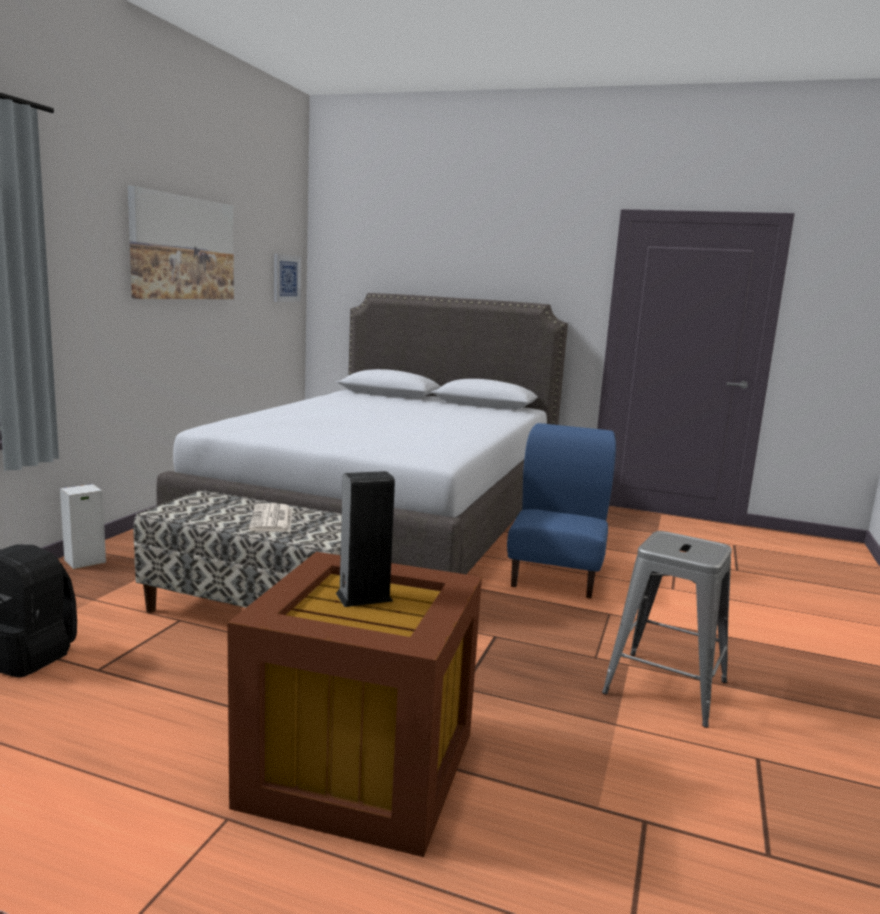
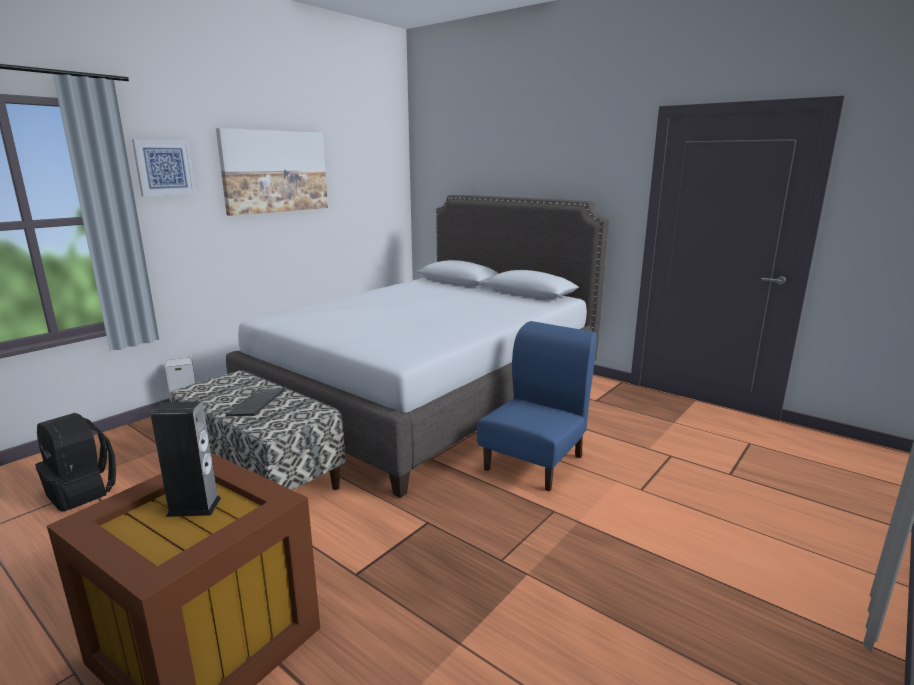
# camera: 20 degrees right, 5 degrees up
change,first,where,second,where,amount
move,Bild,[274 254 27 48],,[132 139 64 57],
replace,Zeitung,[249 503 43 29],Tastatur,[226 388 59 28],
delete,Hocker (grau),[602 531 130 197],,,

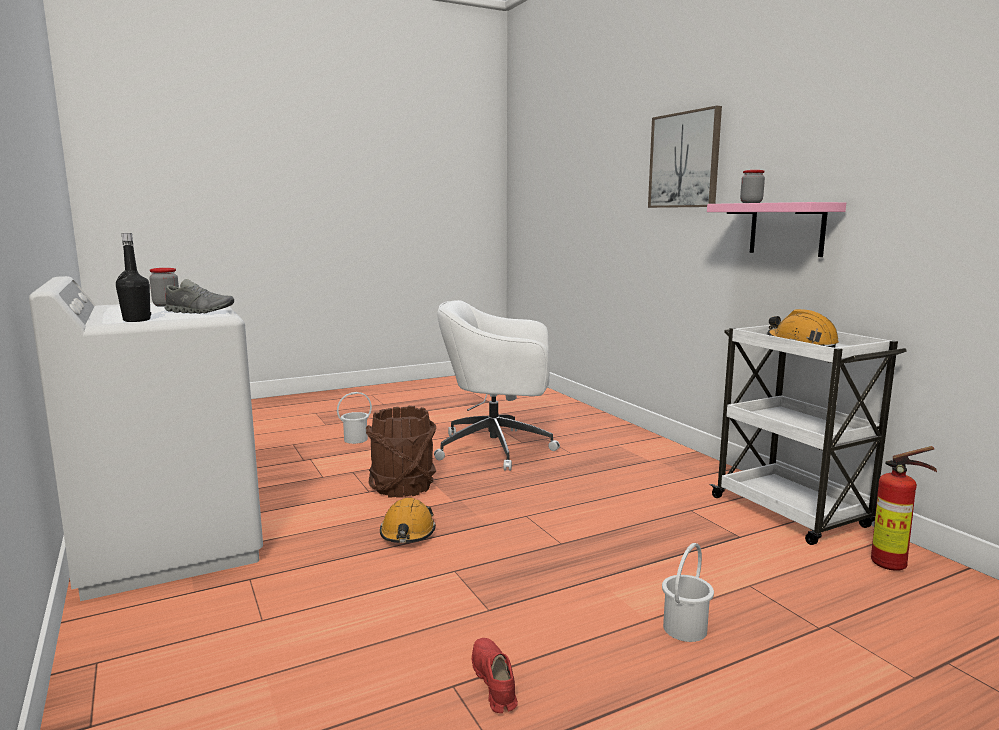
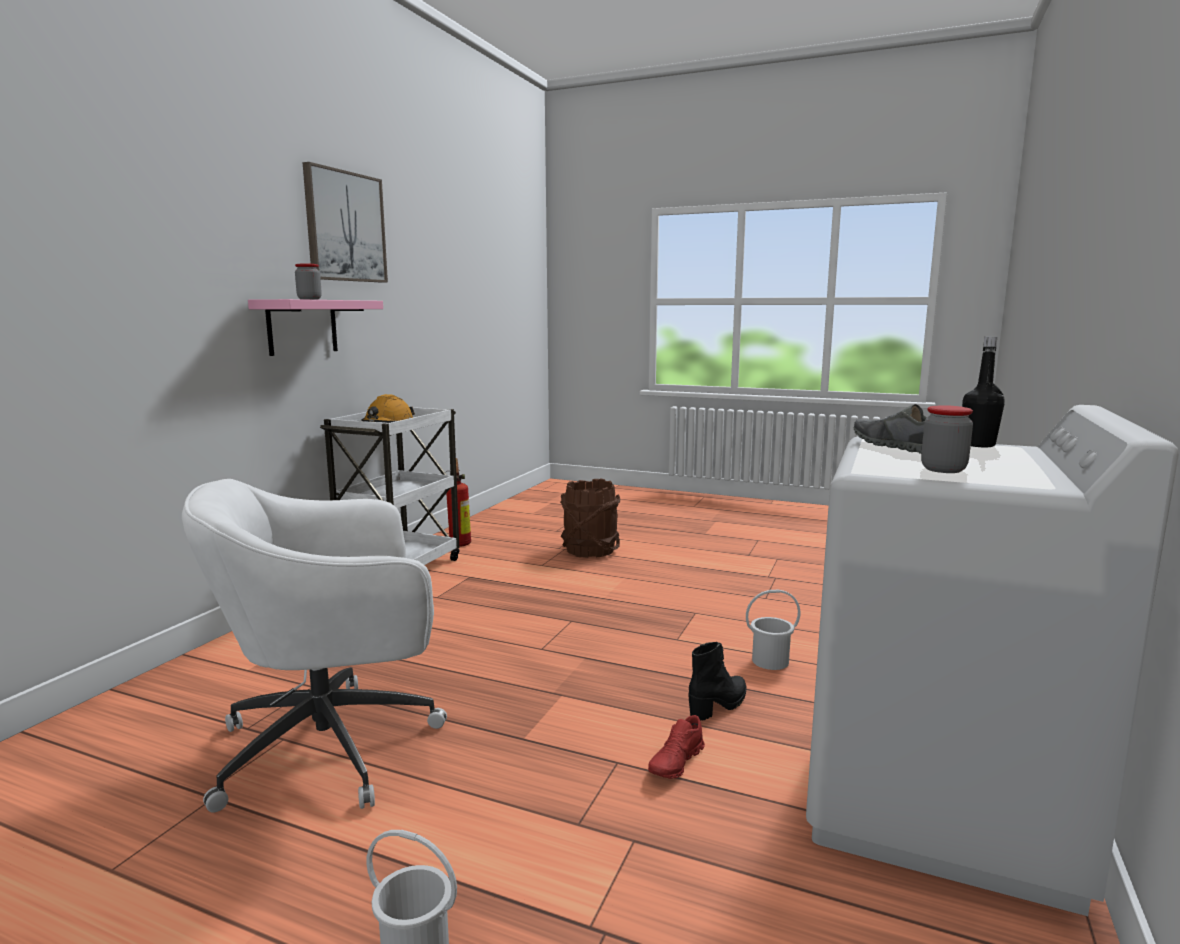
# camera: 130 degrees left, 0 degrees up
change,first,where,second,where,amount
rotate,Bürostuhl (weiß),[434 300 126 171],,[182 479 265 333],105 degrees clockwise
move,Bild,[648 106 74 102],,[303 162 85 121],
move,Eimer (braun),[366 406 70 92],,[560 479 60 79],
move,Schuh (rot),[471 638 47 75],,[648 715 57 64],
insert,,,Stiefel (schwarz),[689 642 57 79],
move,Eimer (weiß),[662 543 52 99],,[746 590 55 80],
delete,Schutzhelm (orange),[380 498 56 45],,,

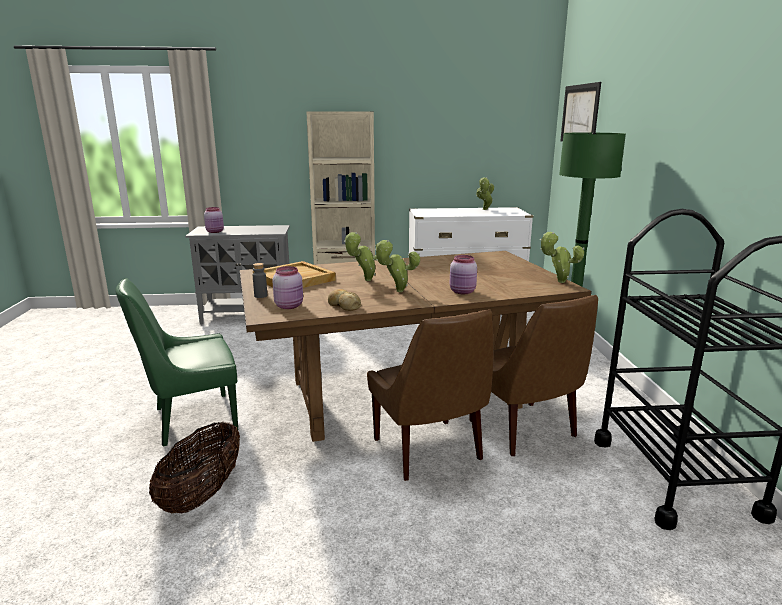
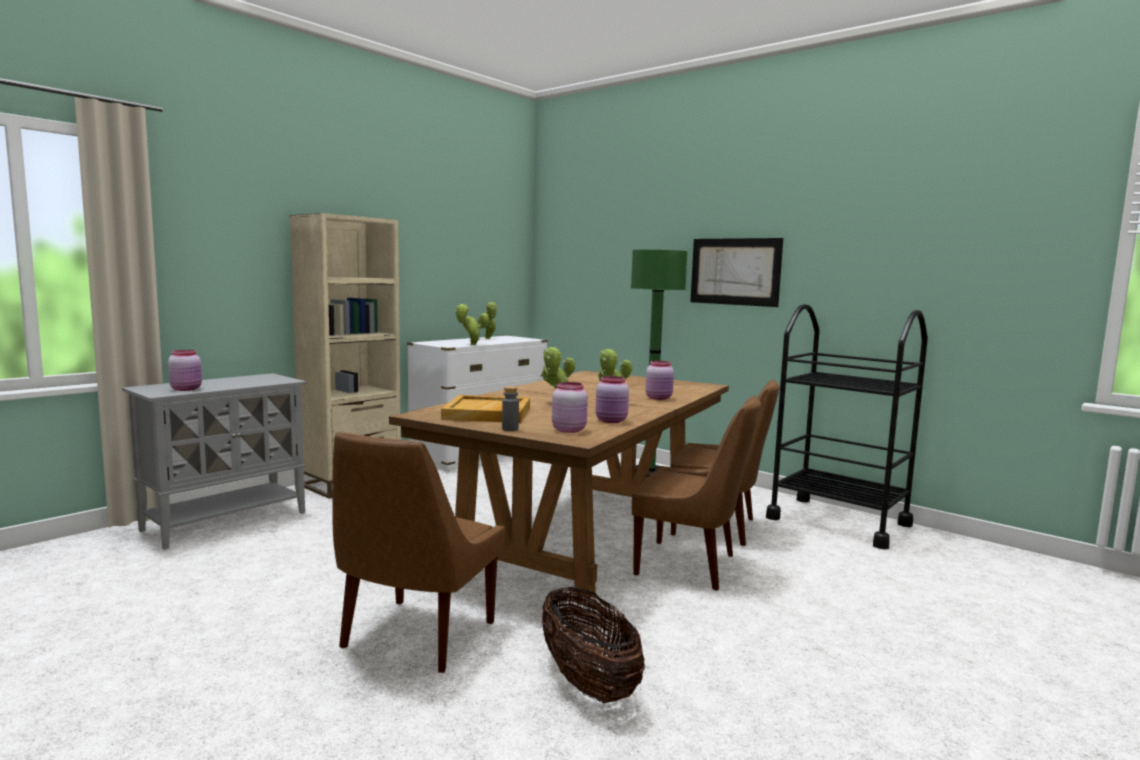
# camera: 45 degrees left, 10 degrees down
change,first,where,second,where,amount
recolor,Stuhl (grün),[115 278 123 169],Stuhl (braun),[333 432 172 241],
move,Topfpflanze,[540 232 44 51],,[455 304 34 41],
replace,Brot,[328 289 33 22],Vorratsglas (rosa),[595 376 34 47],
move,Bild,[560 82 41 60],,[690 238 93 69],

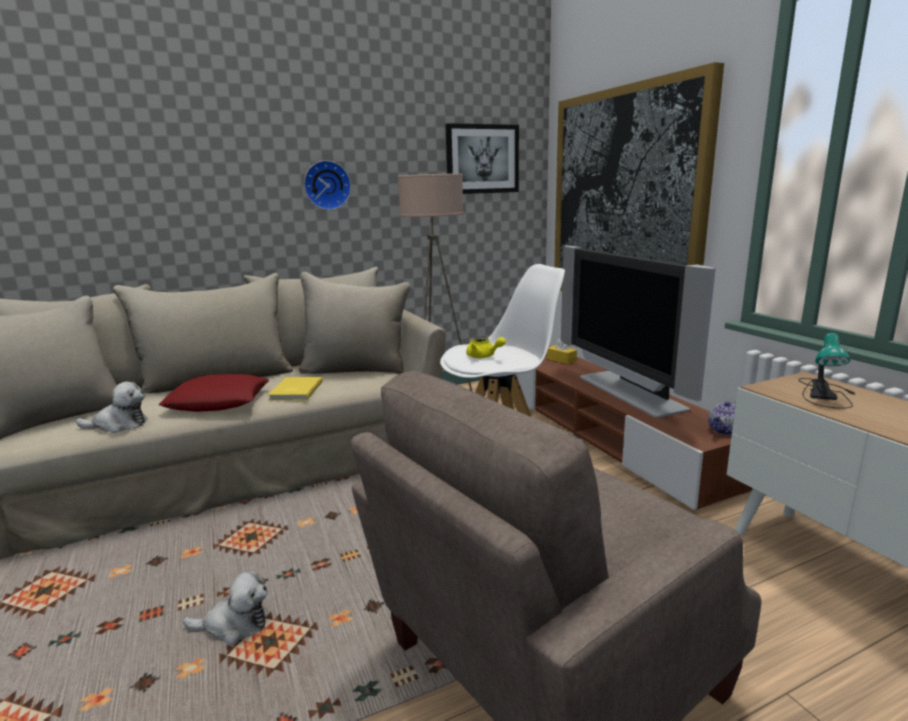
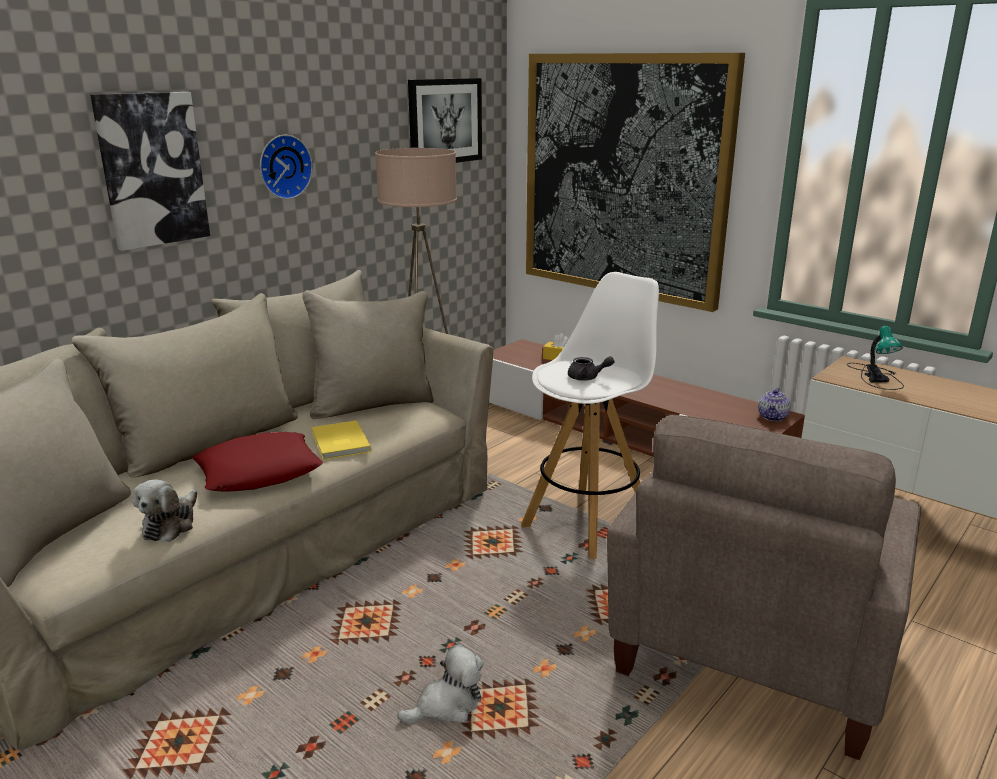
# camera: 25 degrees left, 5 degrees up
change,first,where,second,where,amount
insert,,,Bild,[90 92 120 159],
rotate,Plüschtier,[76 381 72 52],,[132 479 65 63],135 degrees clockwise
recolor,Teekanne (gelb),[466 337 40 21],Teekanne (grau),[568 356 46 25],
delete,Fernseher,[561 246 155 172],,,

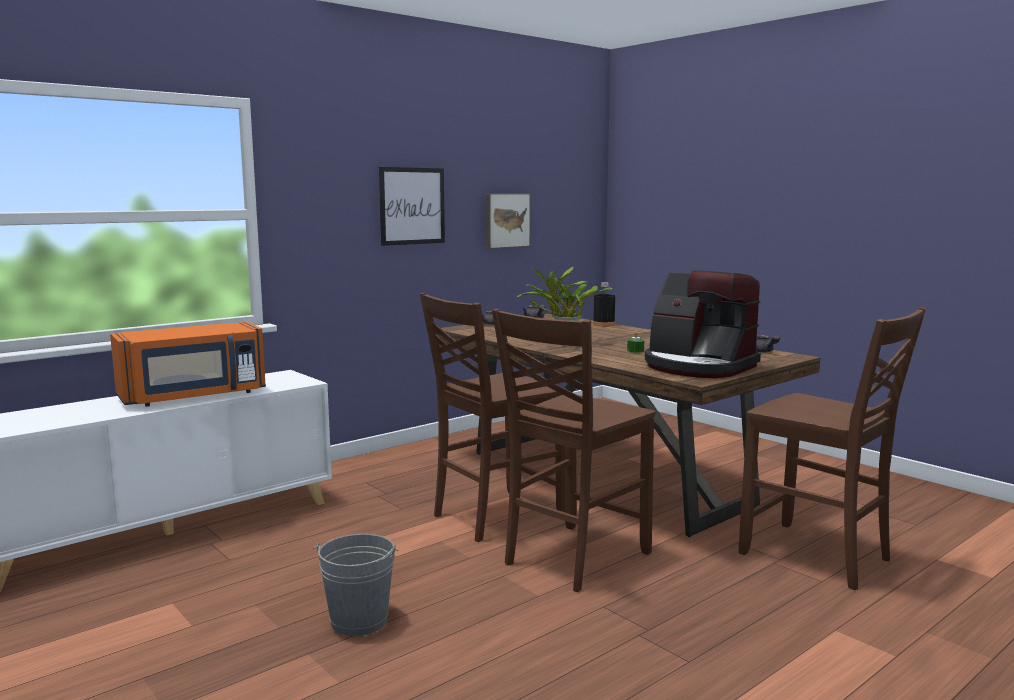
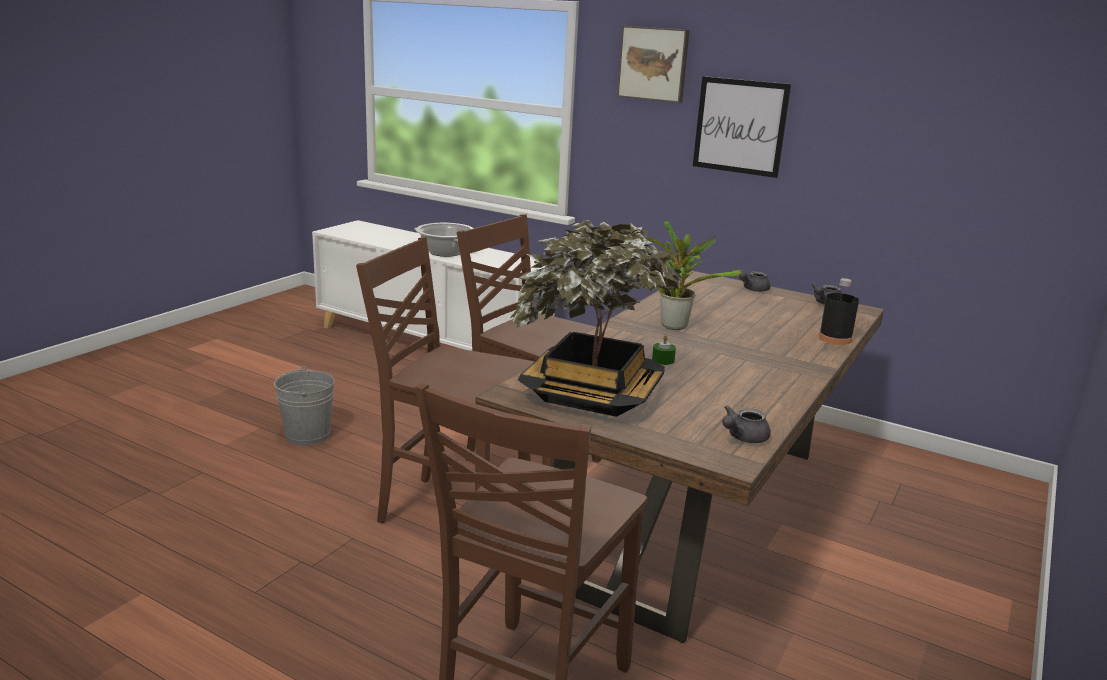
# camera: 70 degrees right, 10 degrees up
change,first,where,second,where,amount
replace,Mikrowelle (orange),[110 322 156 85],Kochtopf,[414 223 59 34],
replace,Kaffeemaschine,[645 270 116 108],Topfpflanze,[510 220 173 197],
move,Bild,[485 193 46 56],,[617 26 73 77],

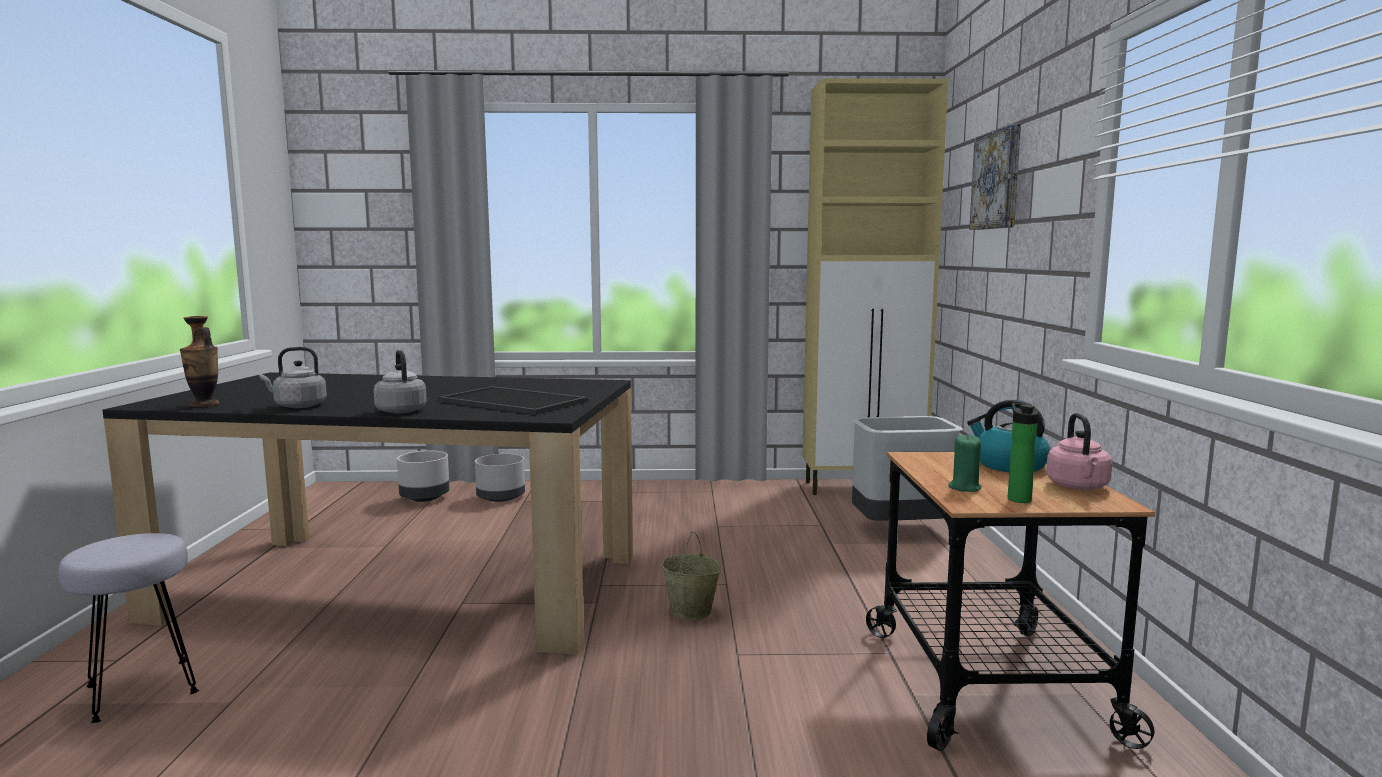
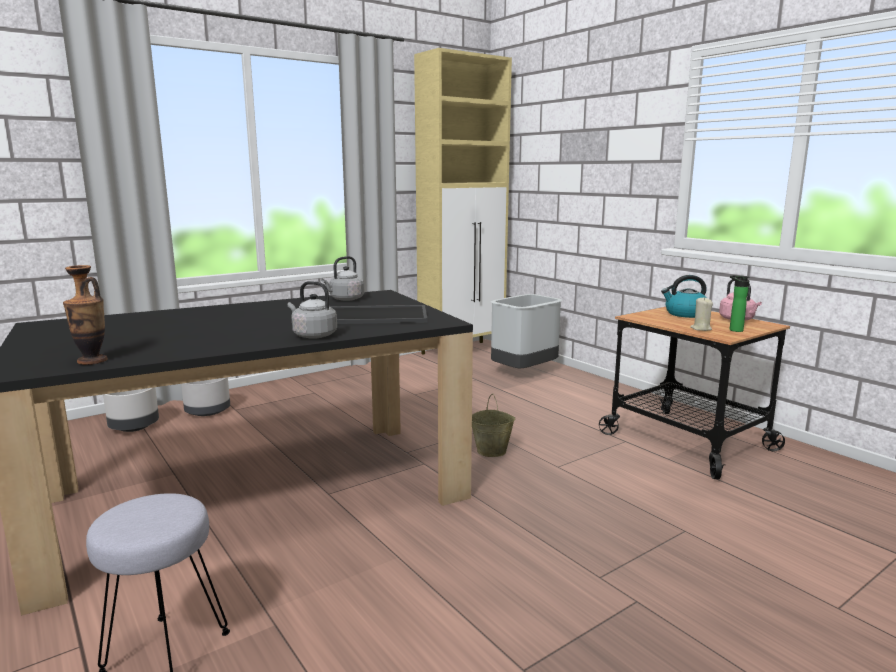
# camera: 35 degrees left, 5 degrees up
change,first,where,second,where,amount
move,Wasserkessel (grau),[259 347 68 61],,[321 256 43 45],
recolor,Kerze (grün),[948 434 33 58],Kerze (beige),[690 297 23 34],
delete,Bild,[969 124 52 106],,,

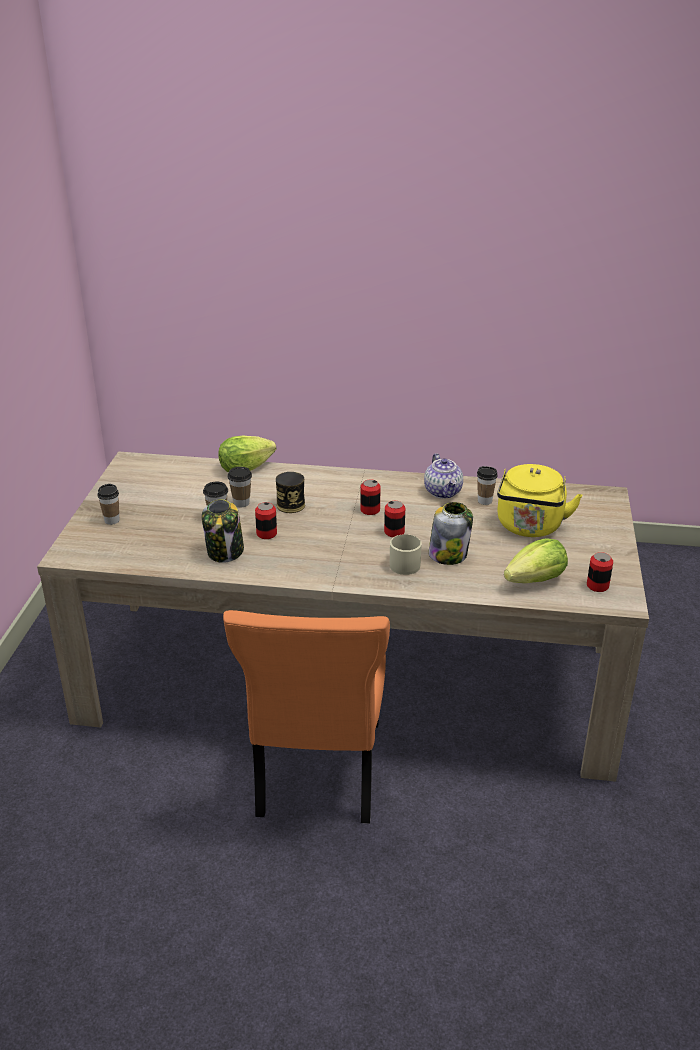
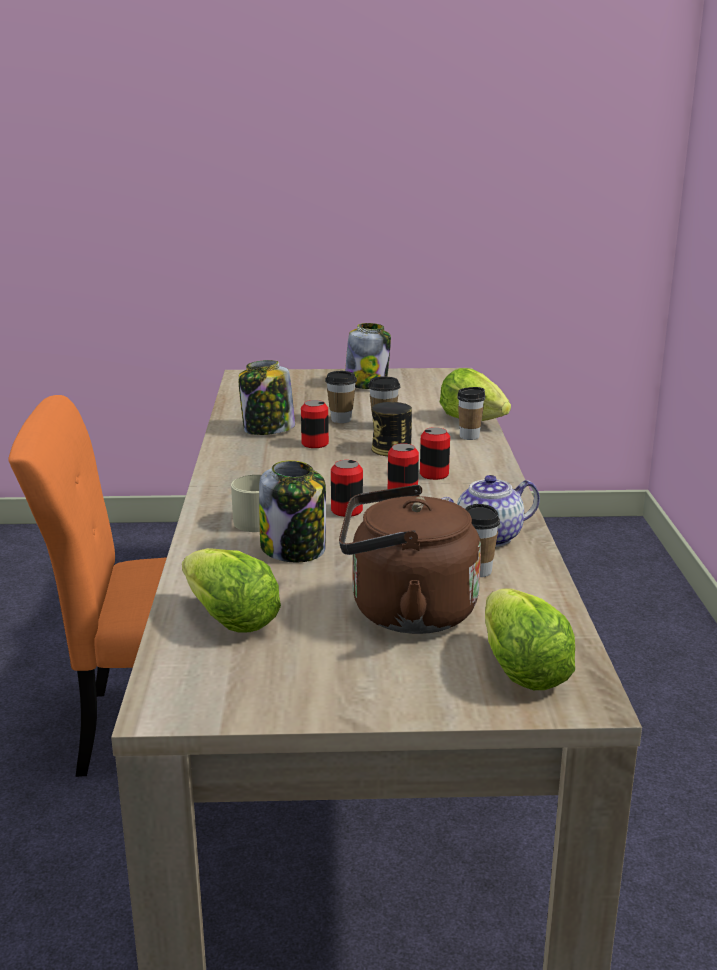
# camera: 80 degrees right, 10 degrees down
change,first,where,second,where,amount
recolor,Wasserkessel (gelb),[497 464 86 73],Wasserkessel (braun),[339 485 142 149],
insert,,,Vorratsglas,[345 323 46 66],
move,Dose,[587 552 26 40],,[420 427 30 53],
move,Tasse,[97 484 23 41],,[457 387 28 53],
insert,,,Salatkopf,[485 588 90 102],

